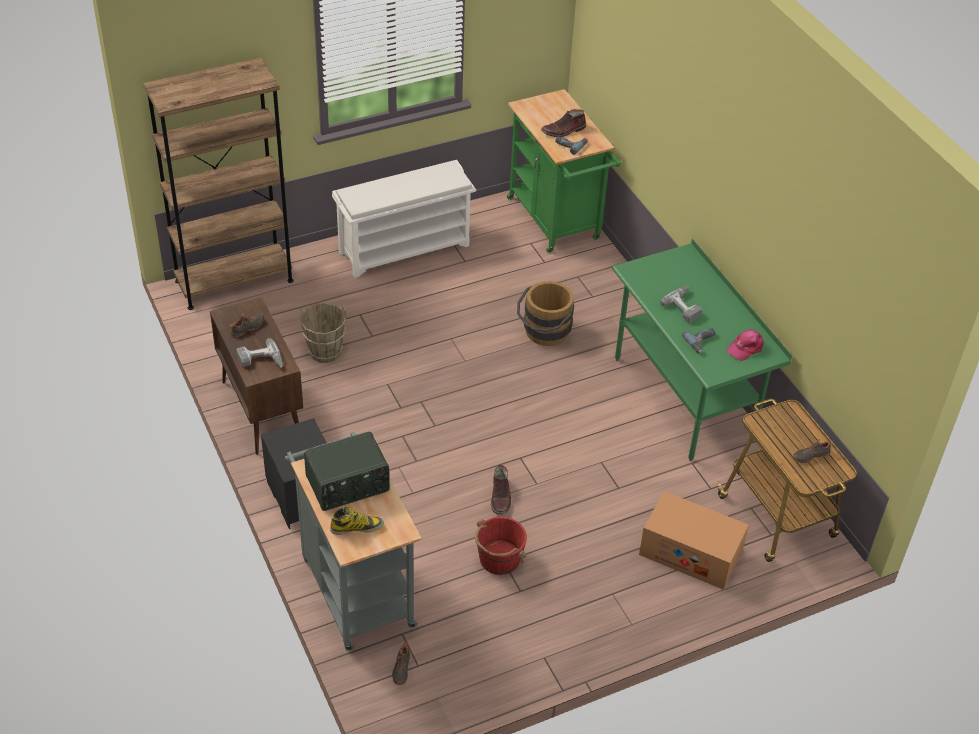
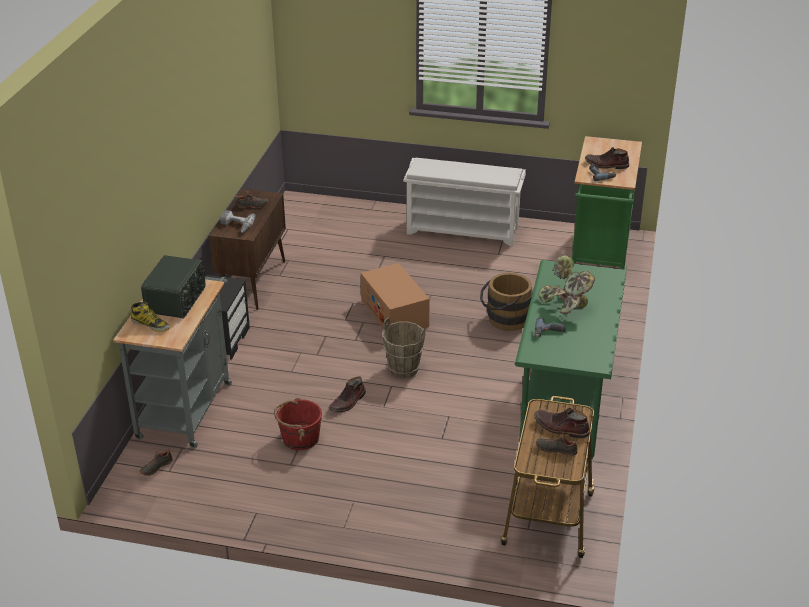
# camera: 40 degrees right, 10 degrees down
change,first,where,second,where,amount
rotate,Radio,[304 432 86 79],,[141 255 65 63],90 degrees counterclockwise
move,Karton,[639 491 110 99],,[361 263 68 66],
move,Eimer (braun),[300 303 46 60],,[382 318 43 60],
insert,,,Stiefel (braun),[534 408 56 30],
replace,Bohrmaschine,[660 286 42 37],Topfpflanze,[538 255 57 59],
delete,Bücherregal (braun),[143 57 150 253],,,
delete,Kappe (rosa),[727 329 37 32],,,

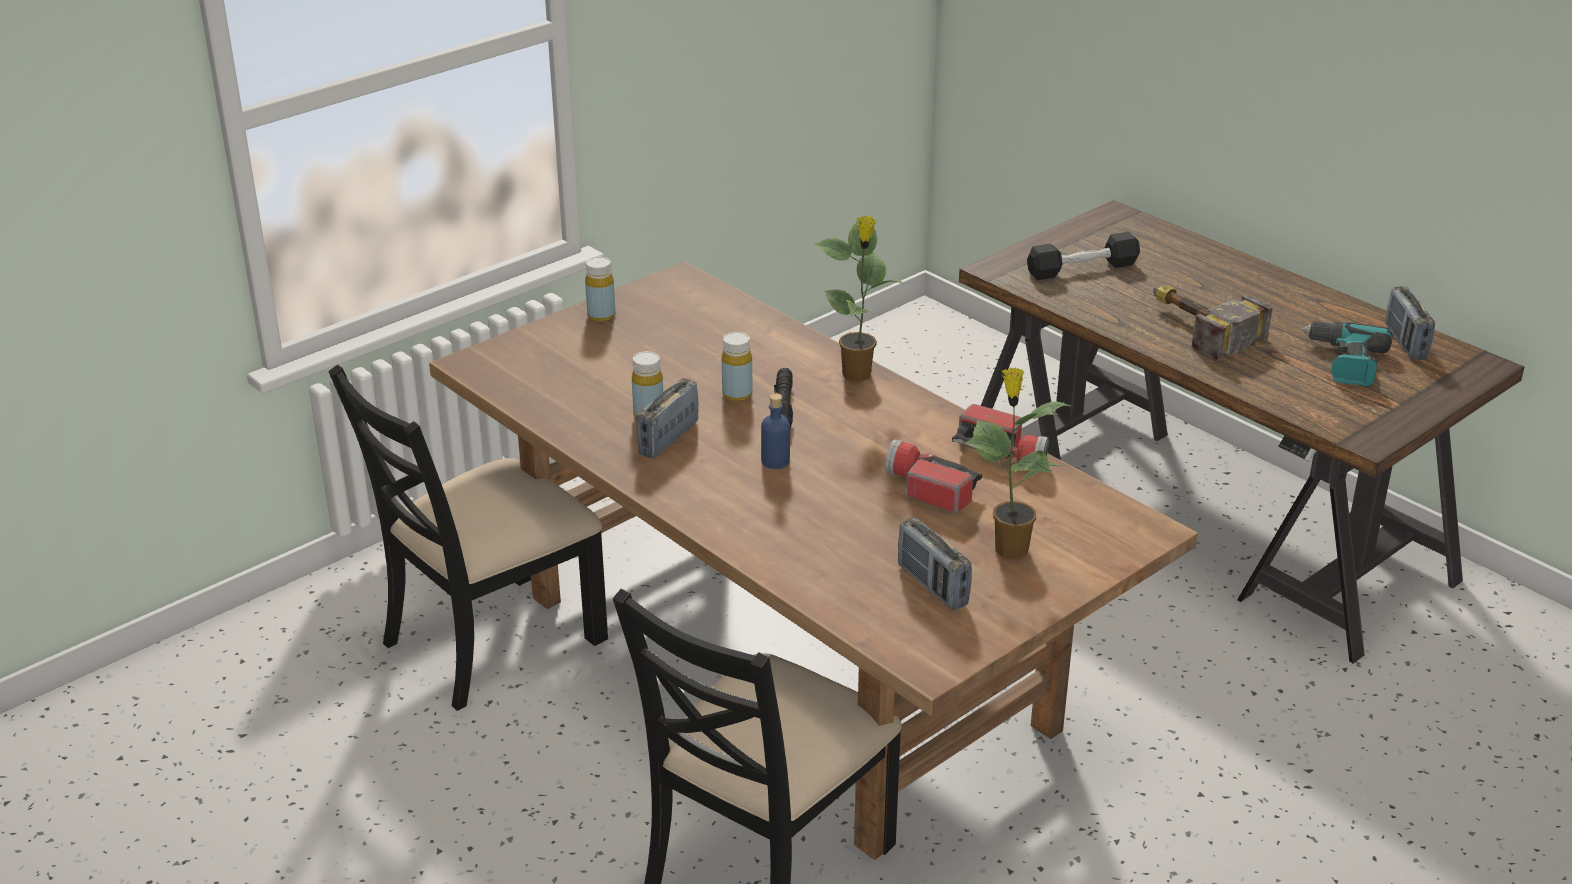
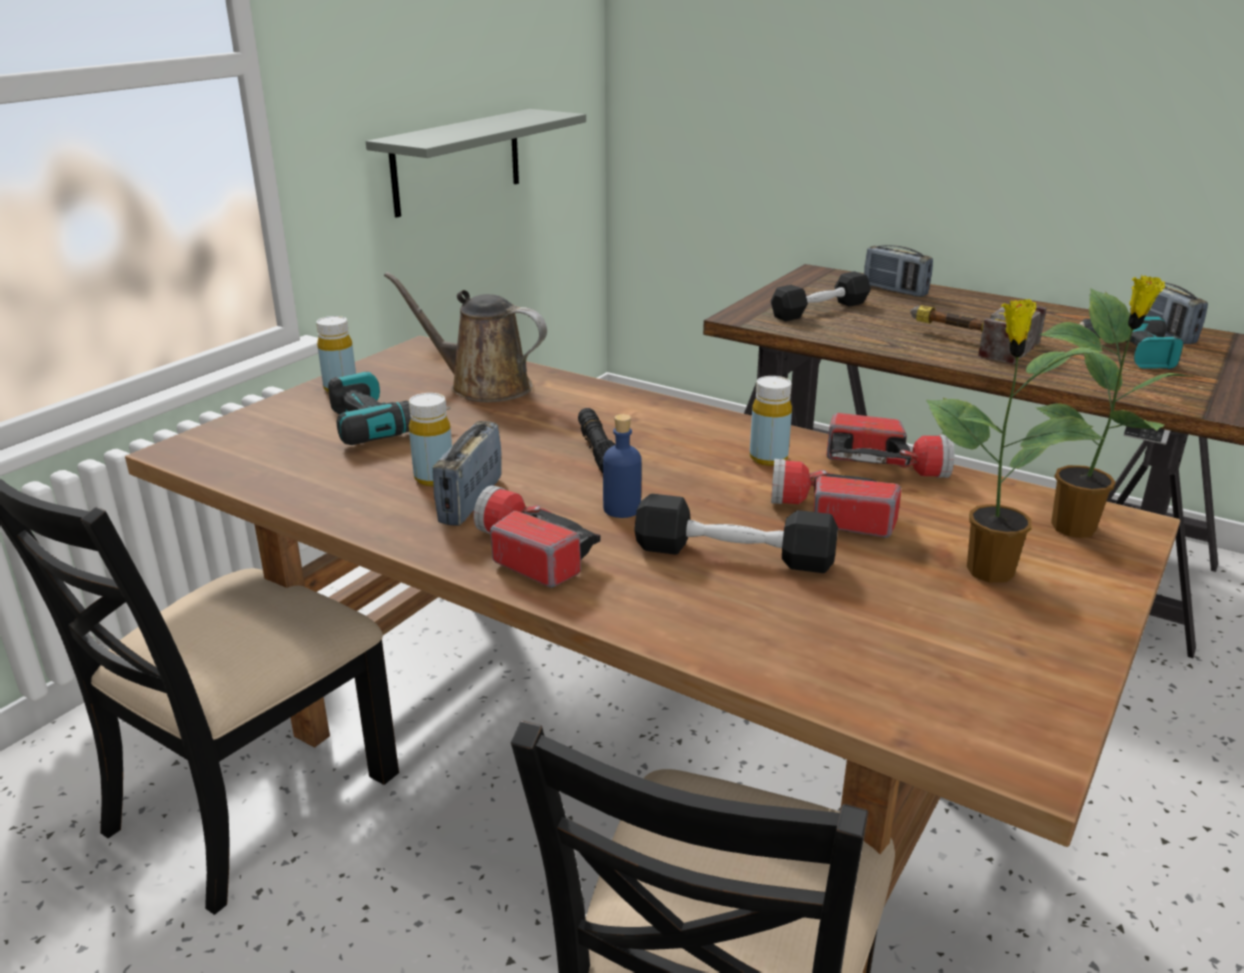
# camera: 15 degrees left, 5 degrees down
change,first,where,second,where,amount
insert,,,Bohrmaschine,[328 372 122 73],
insert,,,Wandregal (grau),[366 109 220 109],
insert,,,Gießkanne (braun),[384 272 163 130],
insert,,,Taschenlampe,[473 485 127 103],
insert,,,Hantel (schwarz),[634 494 204 79],
move,Flasche (gelb),[722 332 31 69],,[750 376 42 90],
move,Radio,[898 518 74 92],,[864 245 69 52],
move,Topfpflanze,[814 215 89 167],,[1036 275 154 263],

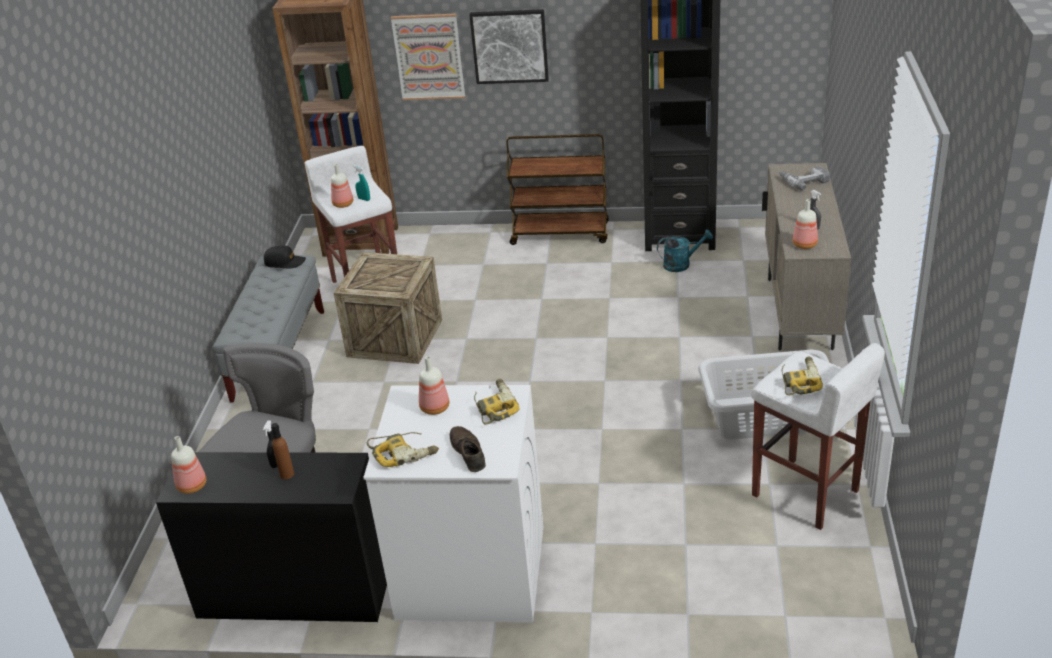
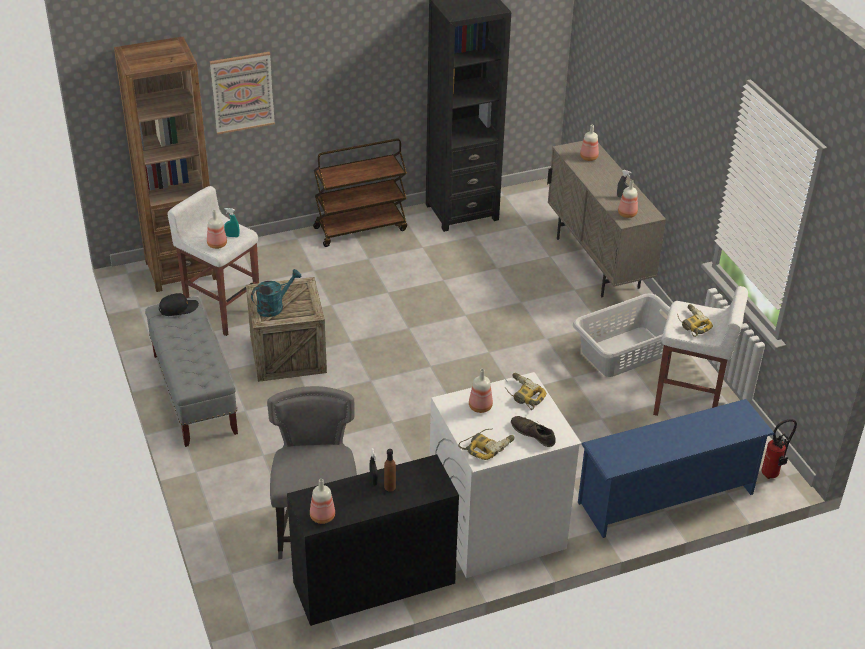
# camera: 30 degrees left, 5 degrees up
change,first,where,second,where,amount
move,Gießkanne (türkis),[657 229 56 43],,[251 269 50 48],
insert,,,Schuhregal (blau),[578 399 197 139],
replace,Bohrmaschine,[779 166 51 25],Flasche,[580 125 19 36],
insert,,,Feuerlöscher,[761 419 36 60],
delete,Bild,[469 9 80 75],,,

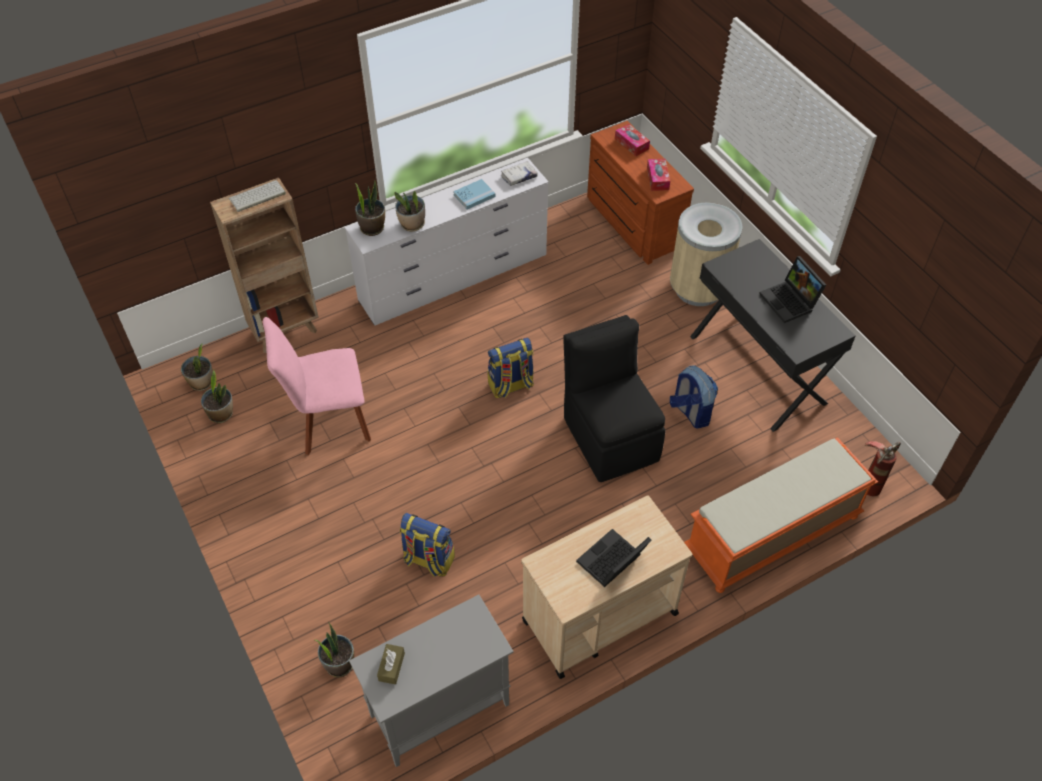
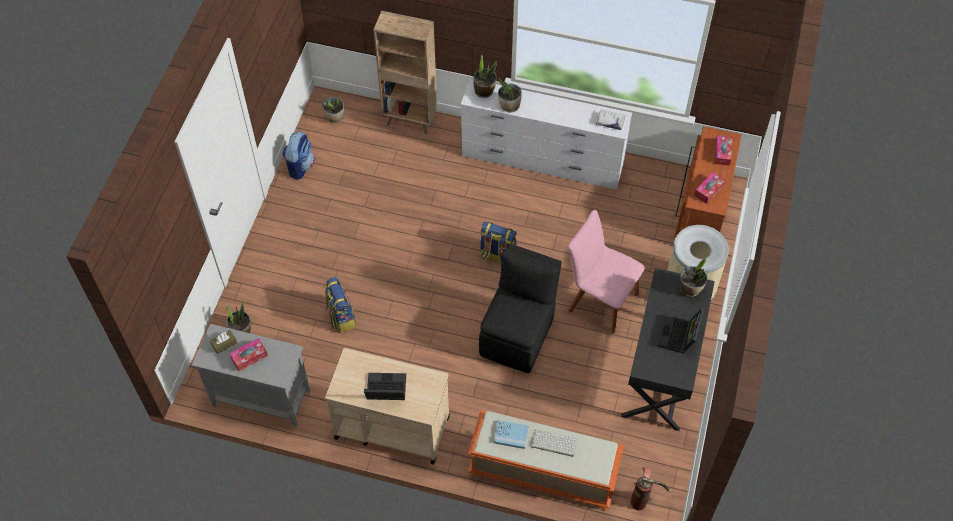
# camera: 45 degrees right, 5 degrees up
change,first,where,second,where,amount
insert,,,Taschentuchbox,[229 338 39 33],
move,Rucksack,[670 365 48 64],,[282 131 33 49],
move,Buch (blau),[453 179 43 31],,[494 420 35 29],
move,Tastatur,[229 180 57 32],,[531 429 47 28],
move,Stuhl (rosa),[263 317 108 138],,[568 210 77 123],
move,Topfpflanze,[201 370 32 53],,[680 257 27 40],

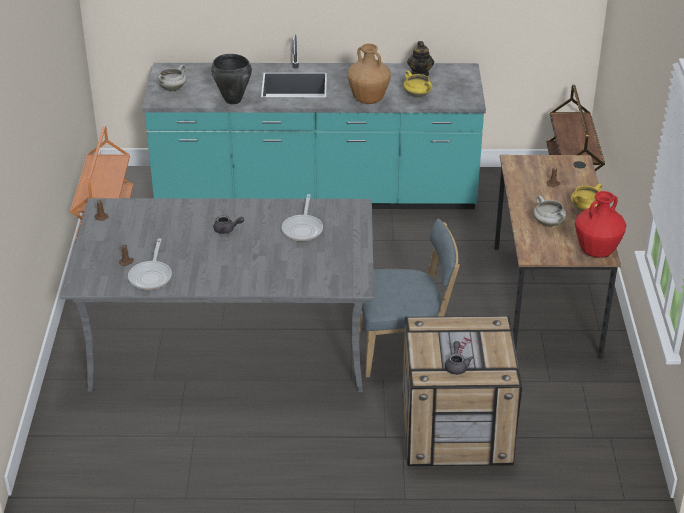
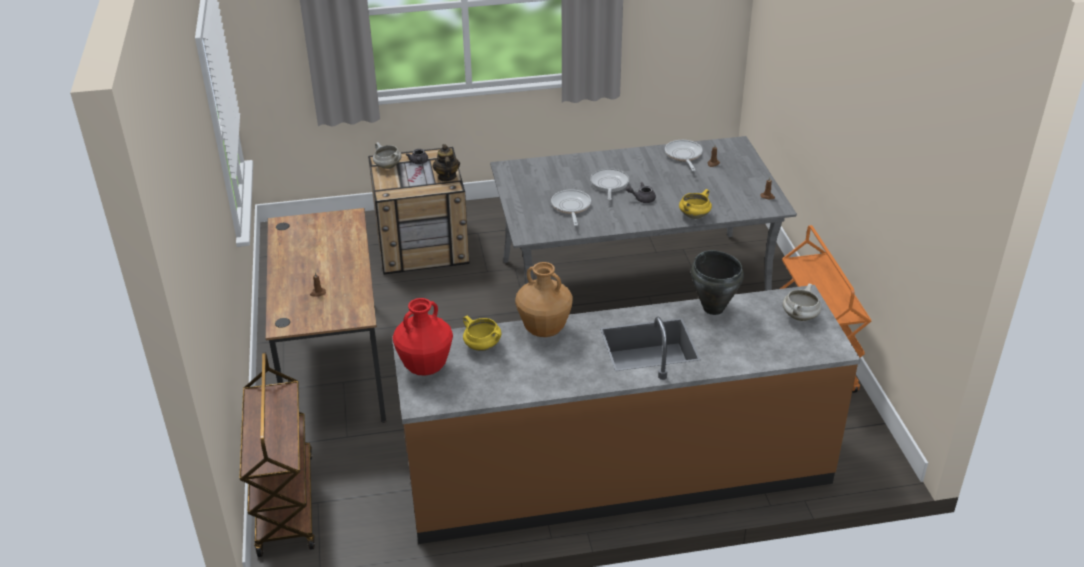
# camera: 170 degrees right, 0 degrees up
change,first,where,second,where,amount
move,Kochtopf (weiß),[533 195 33 32],,[373 142 29 27],
recolor,Küchenzeile (türkis),[142 34 344 175],Küchenzeile (braun),[392 285 469 259],
move,Vase (rot),[575 191 51 67],,[392 298 61 78],
move,Teekanne,[407 41 27 36],,[433 144 27 37],
insert,,,Pfanne,[590 168 39 32],
move,Kochtopf (gelb),[571 184 31 27],,[679 189 33 30],
delete,Stuhl (blau),[360 219 100 158],,,

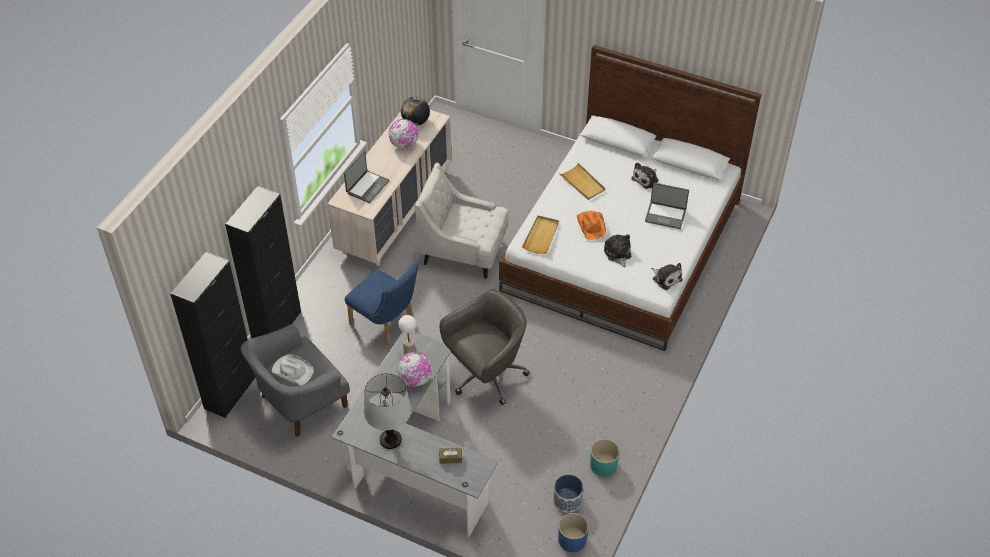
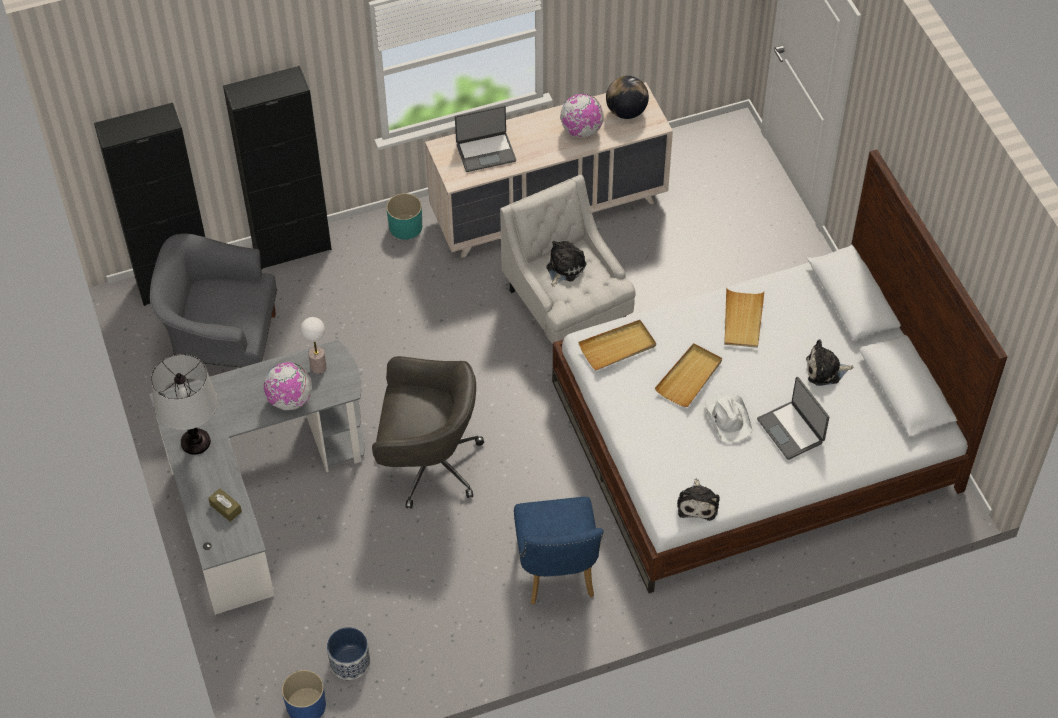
# camera: 45 degrees right, 5 degrees up
change,first,where,second,where,amount
move,Pflanzkübel (türkis),[590 439 30 38],,[386 193 36 47],
move,Stuhl (blau),[345 262 74 85],,[514 497 90 107],
move,Plüschtier,[604 234 27 33],,[546 241 41 46],
replace,Hut (orange),[577 211 29 29],Tablett (beige),[655 343 67 64],
move,Hut (weiß),[272 354 42 31],,[704 393 48 50],

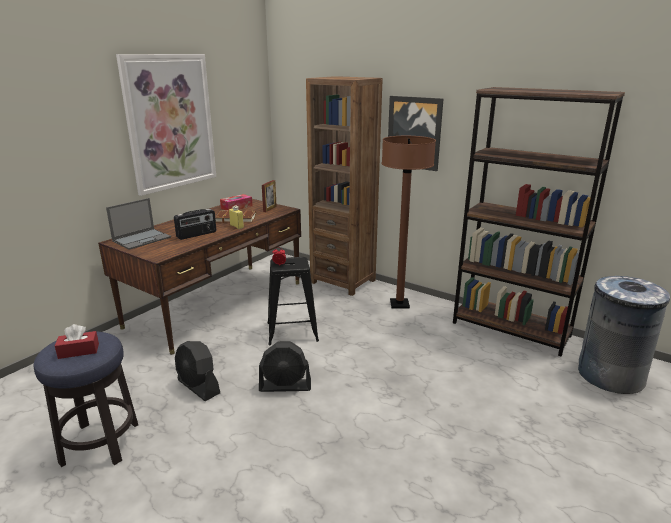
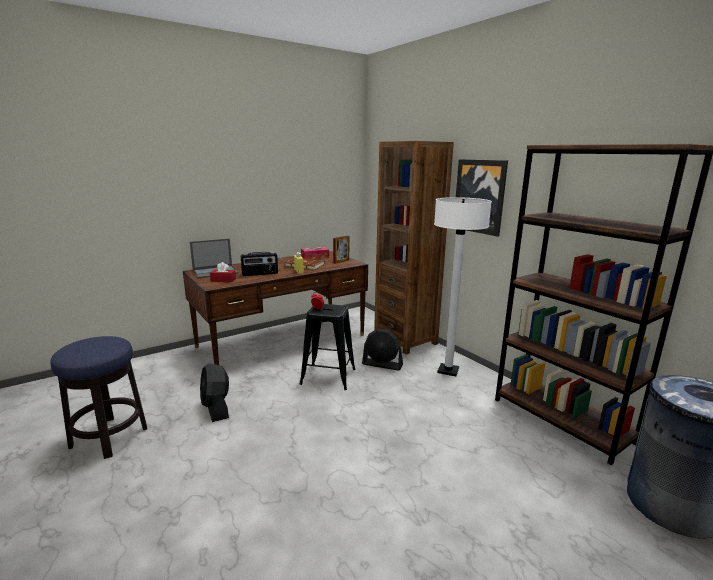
# camera: 20 degrees right, 5 degrees down
change,first,where,second,where,amount
move,Taschentuchbox (rot),[55 324 44 35],,[210 262 26 20],
move,Ventilator (schwarz),[259 341 52 51],,[362 329 41 41],
recolor,Stehlampe (braun),[382 136 54 173],Stehlampe (weiß),[434 197 58 179],
delete,Bild,[116 54 100 142],,,

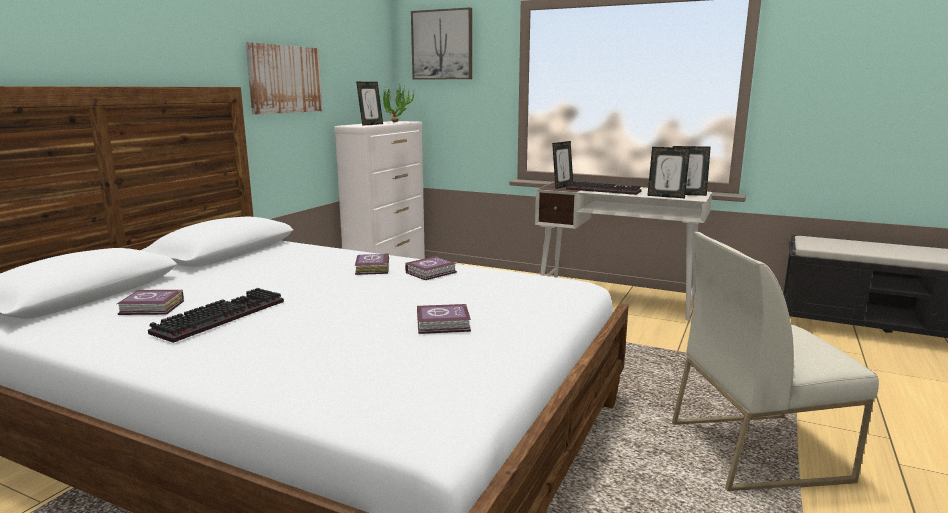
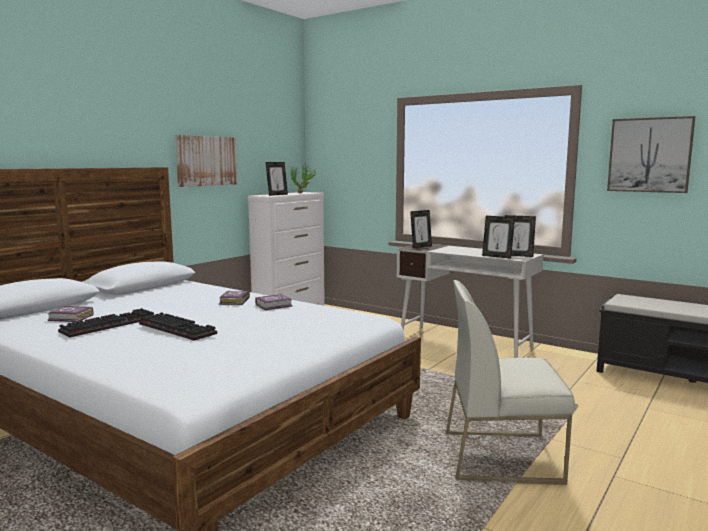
# camera: 10 degrees right, 5 degrees down
change,first,where,second,where,amount
move,Tastatur,[566 181 76 14],,[139 312 78 29],
move,Bild,[411 7 61 73],,[607 116 88 77],
delete,Buch,[417 304 54 30],,,

